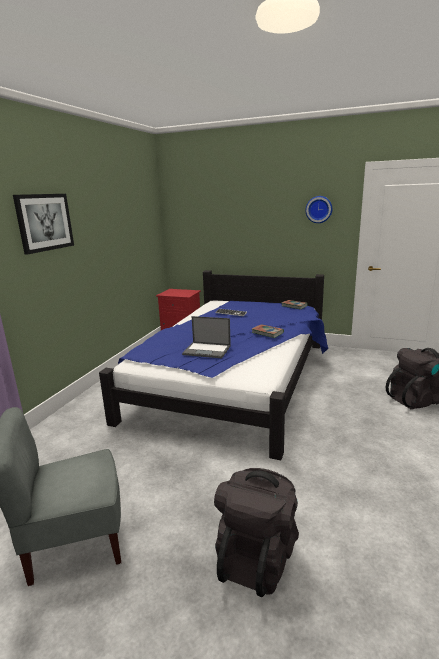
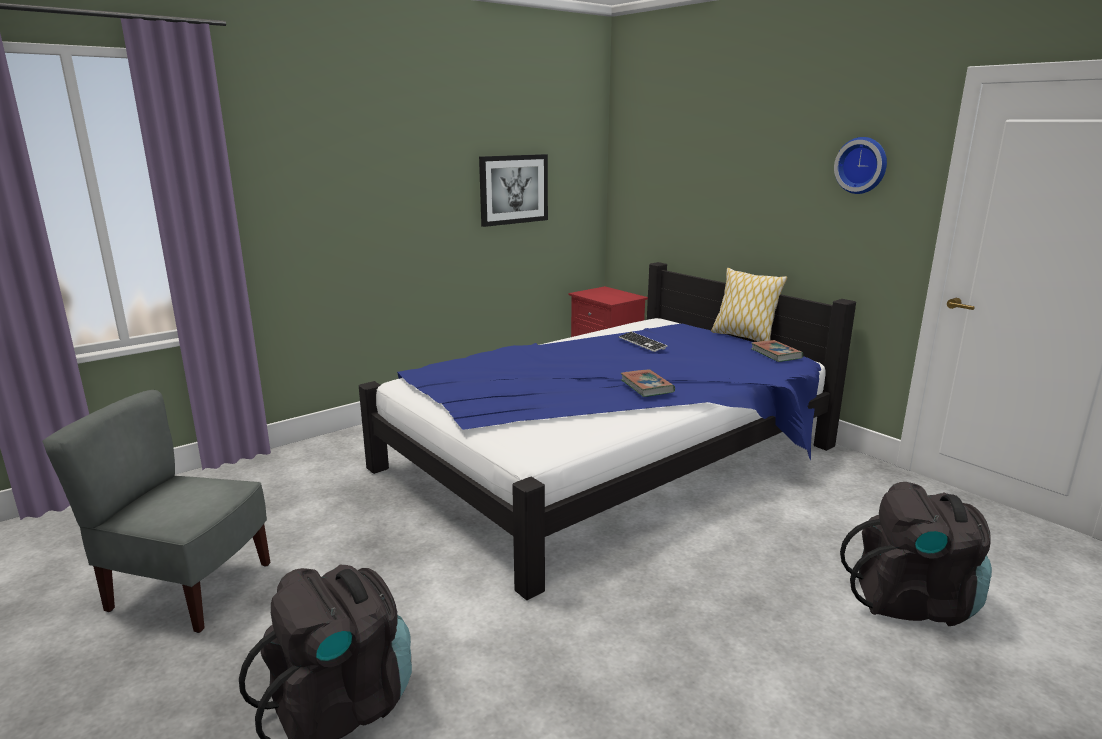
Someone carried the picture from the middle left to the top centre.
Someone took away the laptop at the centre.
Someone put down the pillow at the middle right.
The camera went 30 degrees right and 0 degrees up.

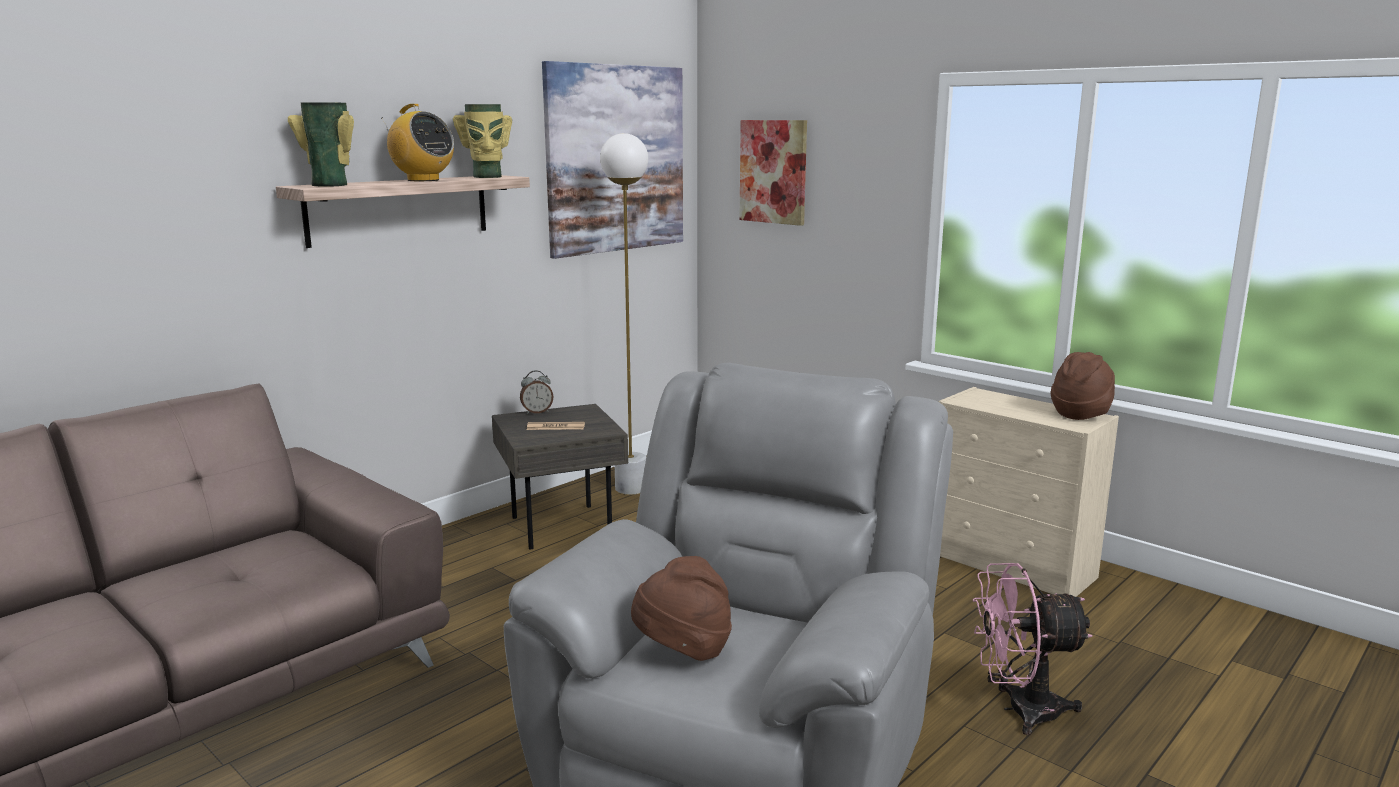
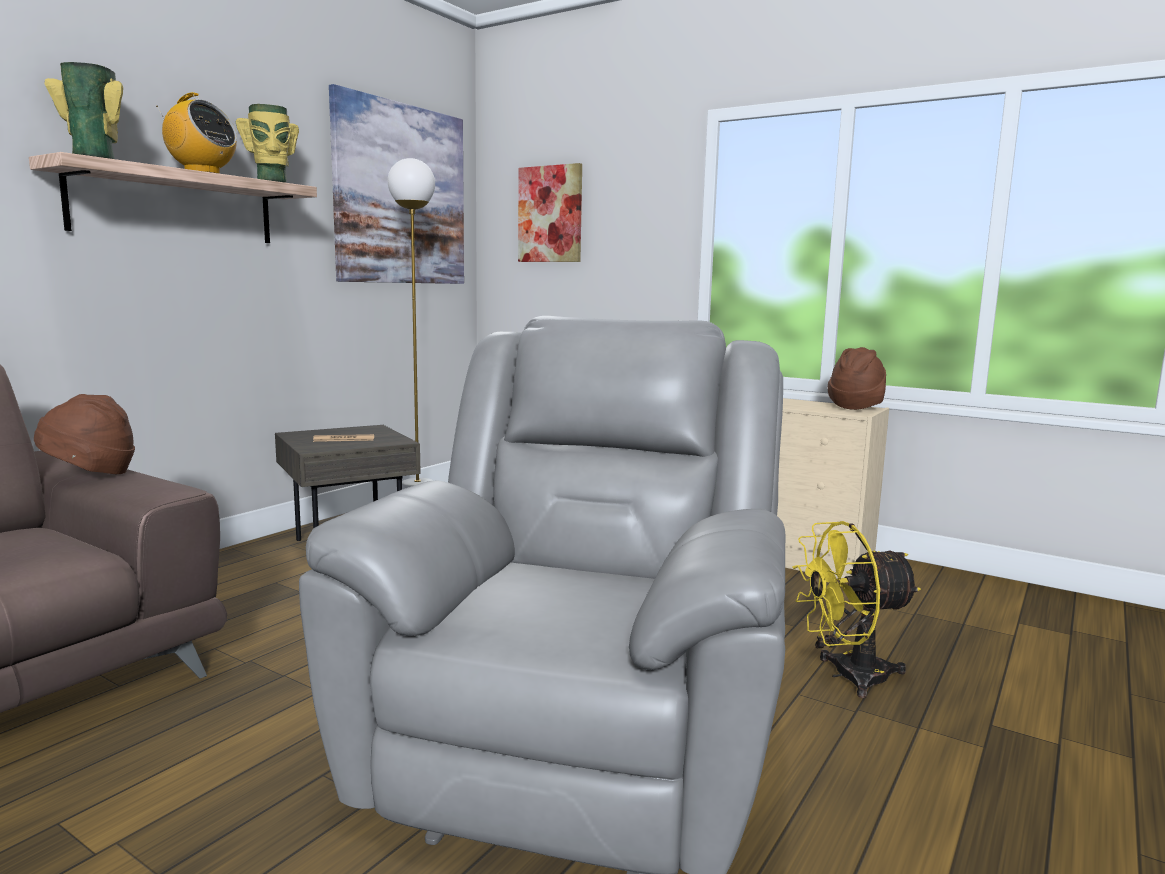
Someone took away the alarm clock at the centre.
Someone carried the hat/brown (no. 1 from left) from the bottom centre to the middle left.
Someone repainted the fan/pink at the bottom right, which became the fan/yellow at the bottom right.
The camera went 10 degrees left and 5 degrees down.

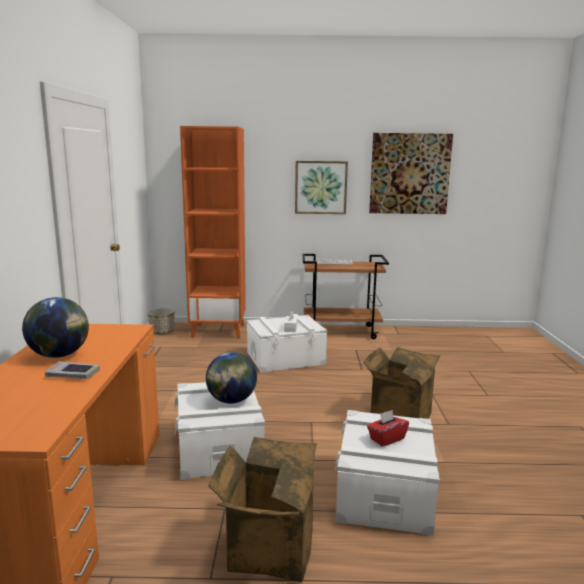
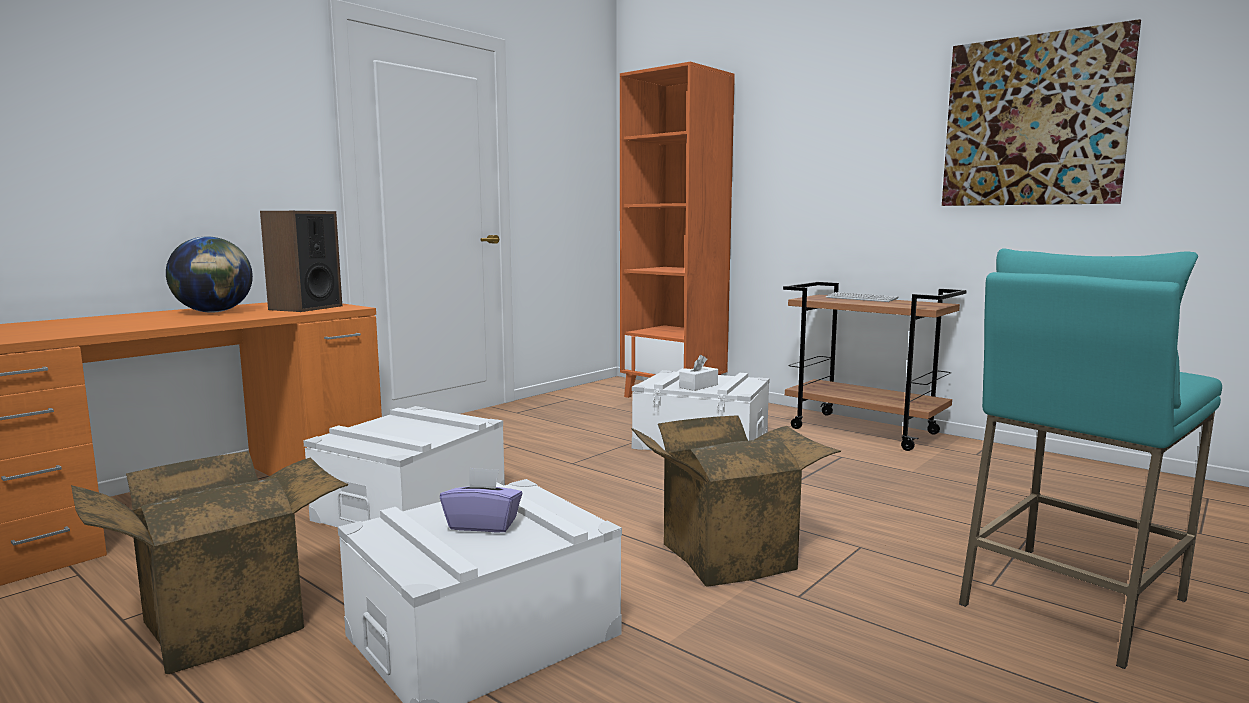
Someone took away the book at the middle left.
Someone took away the planter at the middle left.
Someone took away the globe (no. 2 from left) at the centre.
Someone took away the picture (no. 1 from left) at the top centre.
Someone repainted the tissue box/red at the bottom centre, which became the tissue box/purple at the bottom centre.
Someone put down the speaker at the middle left.
Someone put down the stool/turquoise at the middle right.
The camera went 40 degrees right and 5 degrees down.

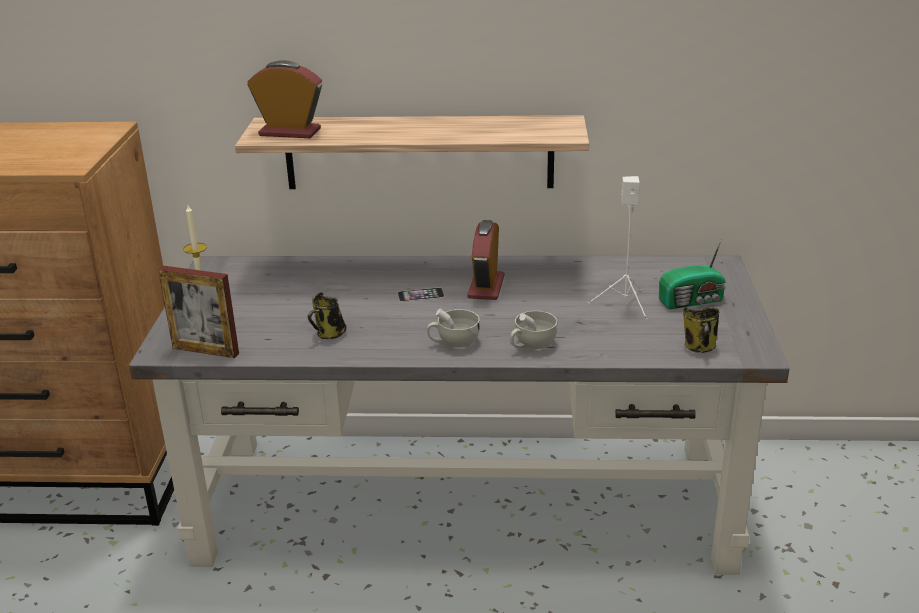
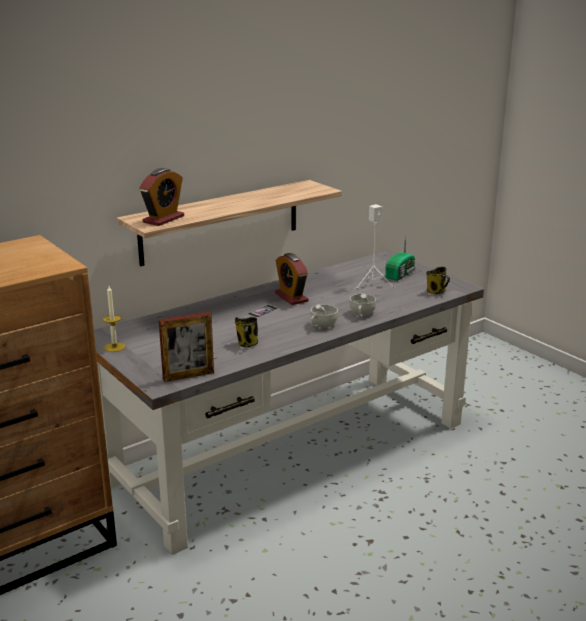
Someone rotated the alarm clock (no. 1 from left) at the top left by 150 degrees clockwise.
The camera went 40 degrees left and 5 degrees down.

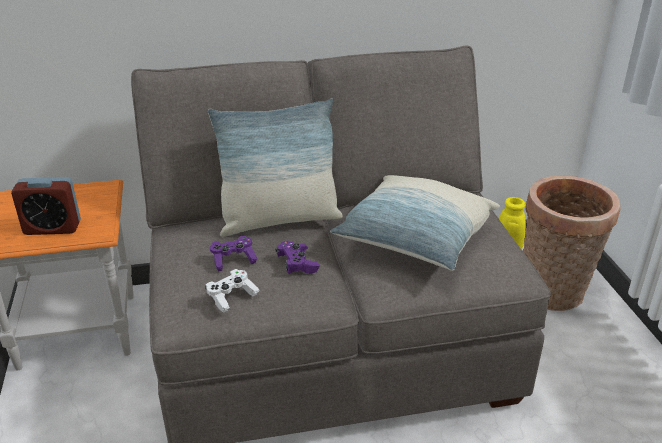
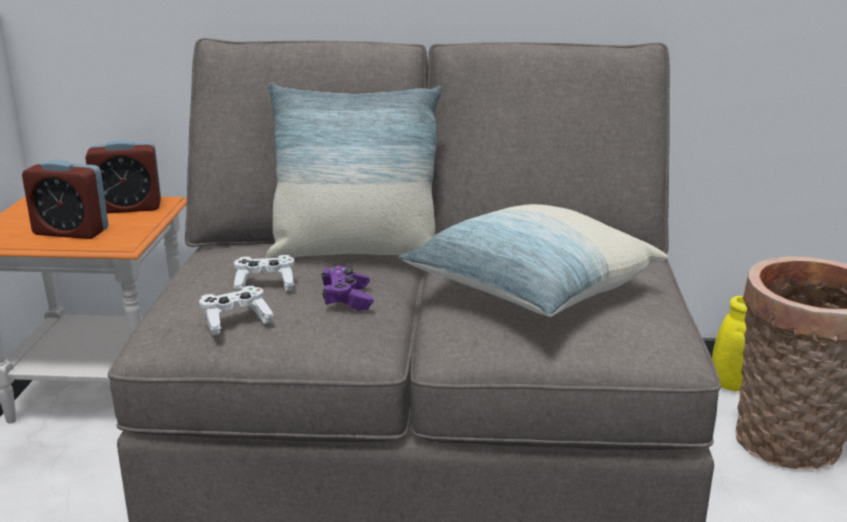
Someone repainted the game controller/purple (no. 1 from left) at the centre, which became the game controller/white (no. 2 from left) at the middle left.
Someone put down the alarm clock (no. 2 from left) at the middle left.
The camera went 15 degrees right and 10 degrees down.

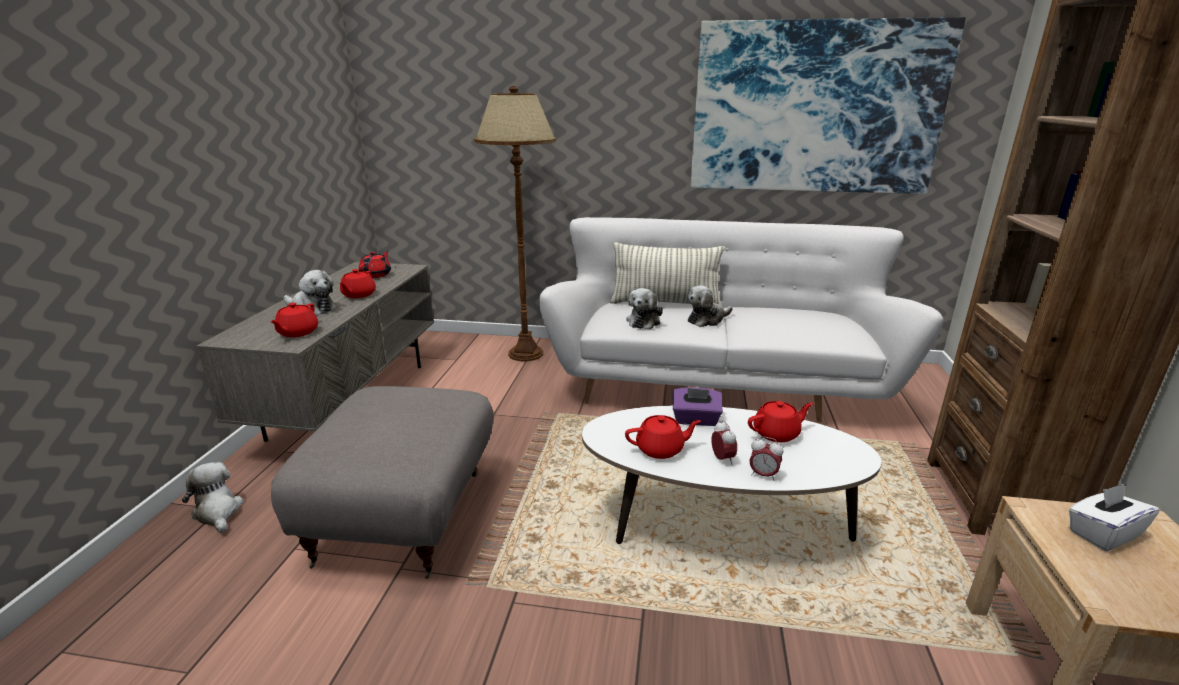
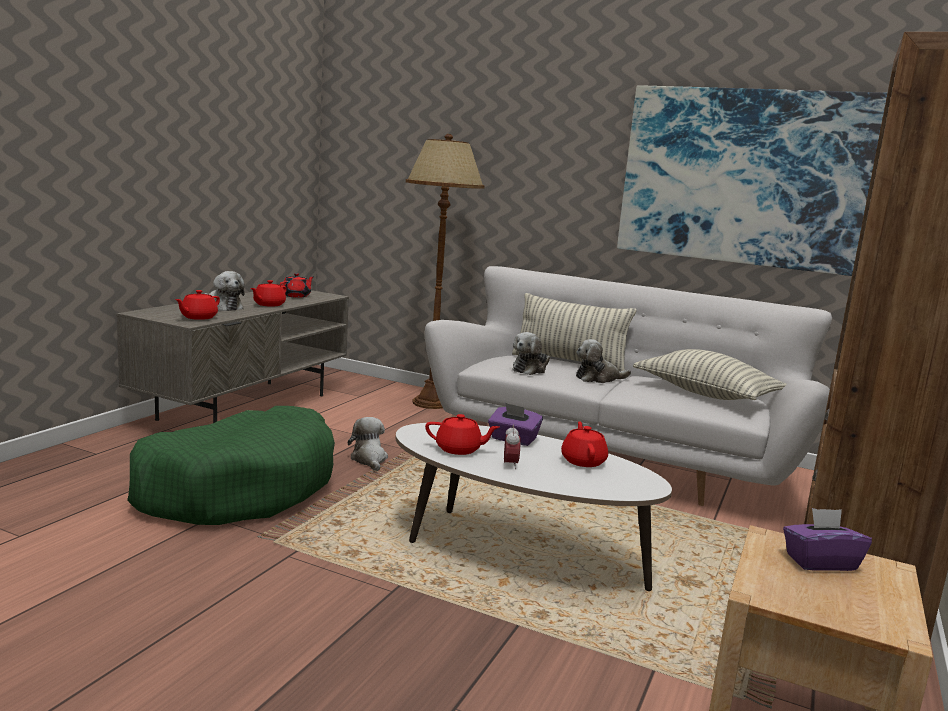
Someone carried the plush toy (no. 1 from left in the first image) from the bottom left to the centre.
Someone swapped the ottoman/grey at the bottom left for the dog bed/green at the middle left.
Someone rotated the teapot/red (no. 5 from left) at the centre by 90 degrees counterclockwise.
Someone took away the alarm clock (no. 2 from left) at the bottom centre.
Someone repainted the tissue box/white at the bottom right, which became the tissue box/purple (no. 2 from left) at the bottom right.
Someone put down the pillow (no. 2 from left) at the middle right.
The camera went 15 degrees right and 10 degrees down.

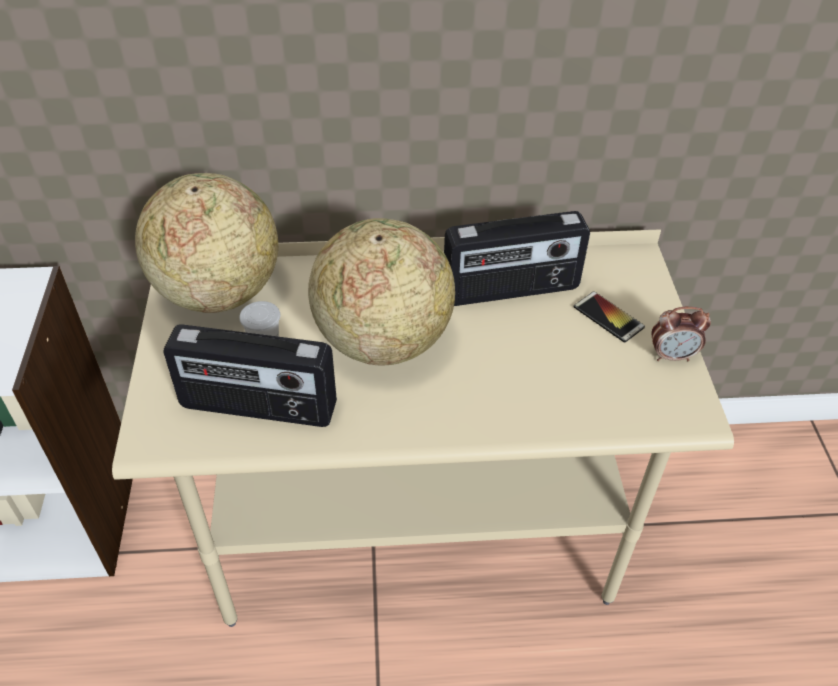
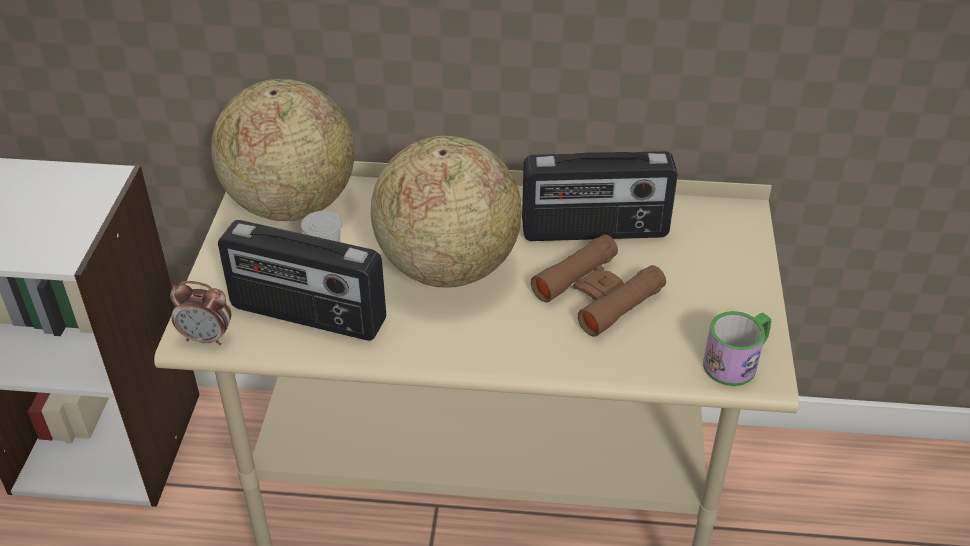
Someone took away the phone at the middle right.
Someone carried the alarm clock from the middle right to the middle left.
Someone put down the binoculars/brown at the centre.
Someone put down the mug at the middle right.
The camera went 10 degrees right and 5 degrees down.

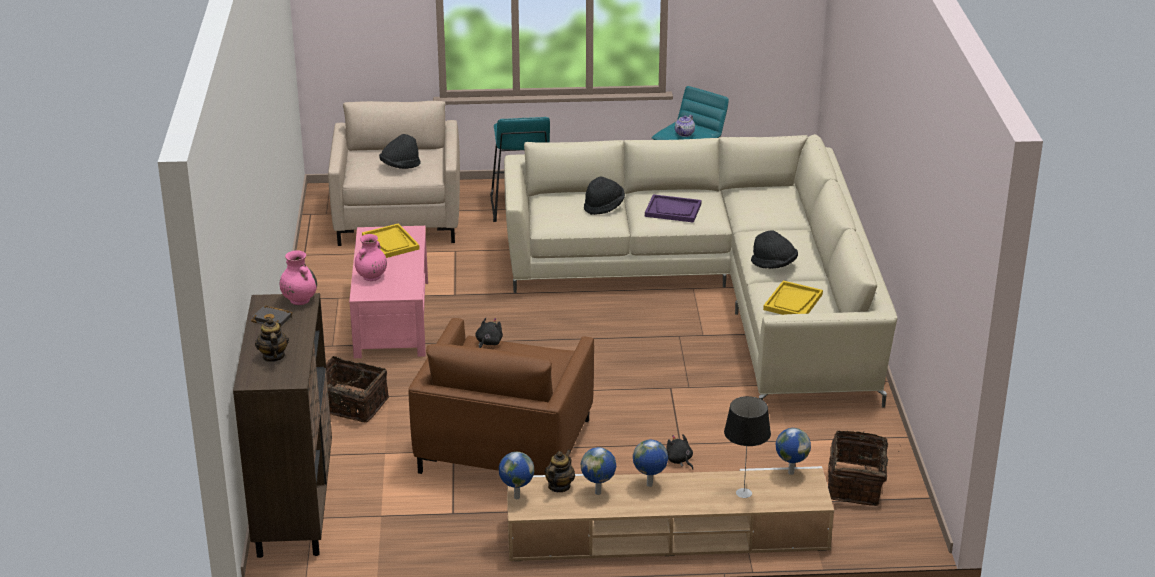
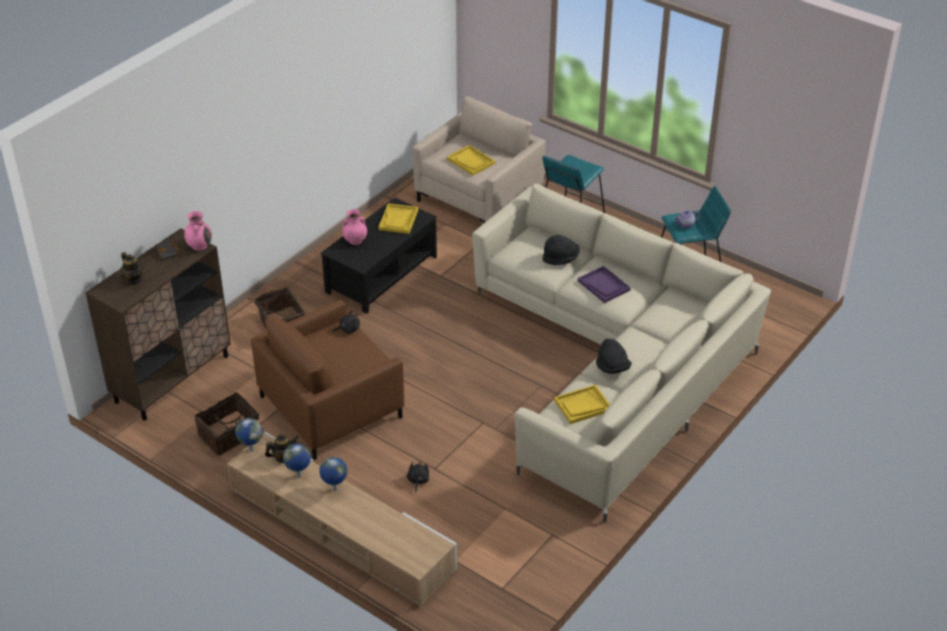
Someone rotated the teapot (no. 1 from left) at the middle left by 120 degrees clockwise.
Someone repainted the coffee table/pink at the centre, which became the coffee table/black at the centre.
Someone swapped the hat/black (no. 1 from left) at the top centre for the tray/yellow (no. 2 from left) at the top centre.
Someone took away the table lamp at the bottom centre.
Someone took away the globe (no. 4 from left) at the bottom right.
Someone carried the basket (no. 2 from left in the first image) from the bottom right to the bottom left.
The camera went 40 degrees right and 10 degrees up.

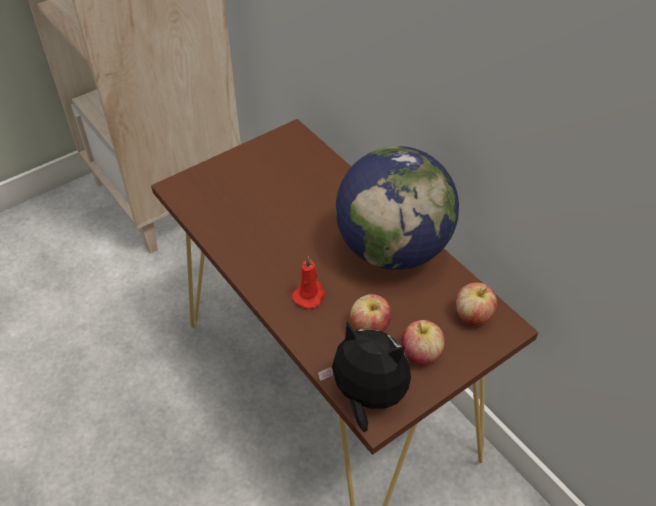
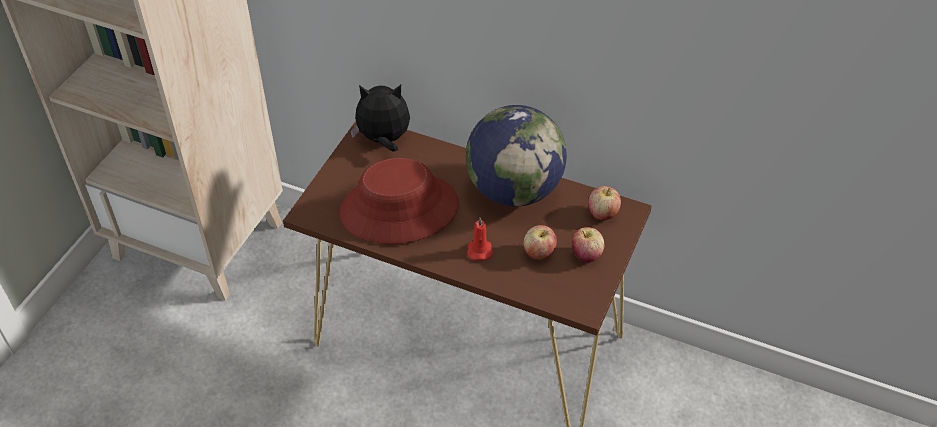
Someone carried the plush toy from the bottom centre to the top centre.
Someone put down the hat/red at the centre.
The camera went 30 degrees left and 0 degrees up.

